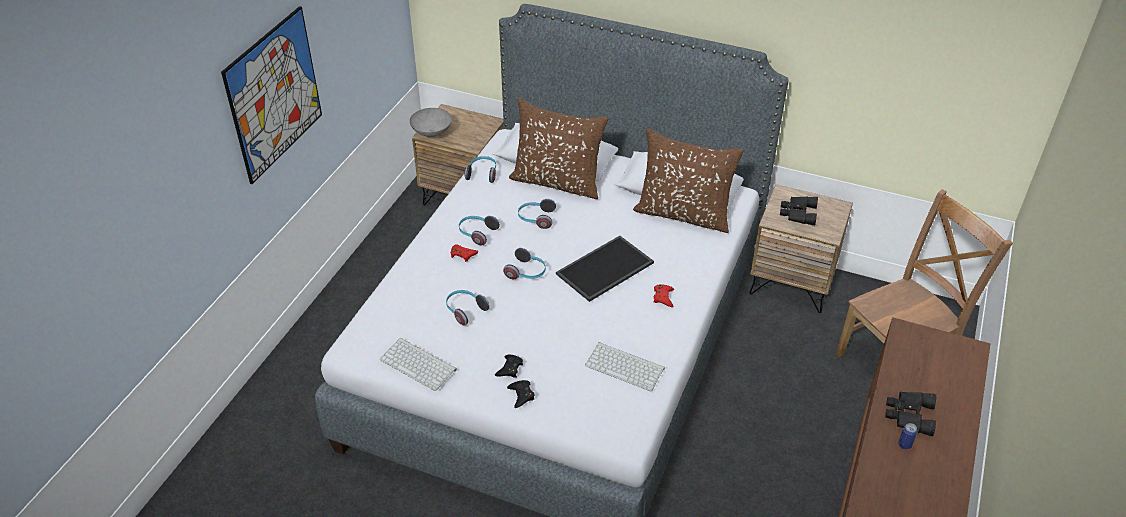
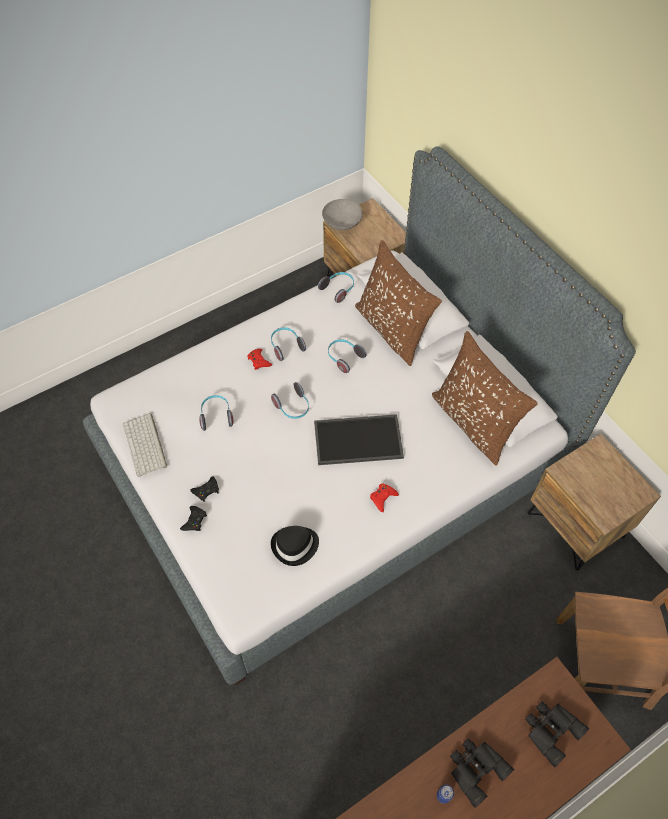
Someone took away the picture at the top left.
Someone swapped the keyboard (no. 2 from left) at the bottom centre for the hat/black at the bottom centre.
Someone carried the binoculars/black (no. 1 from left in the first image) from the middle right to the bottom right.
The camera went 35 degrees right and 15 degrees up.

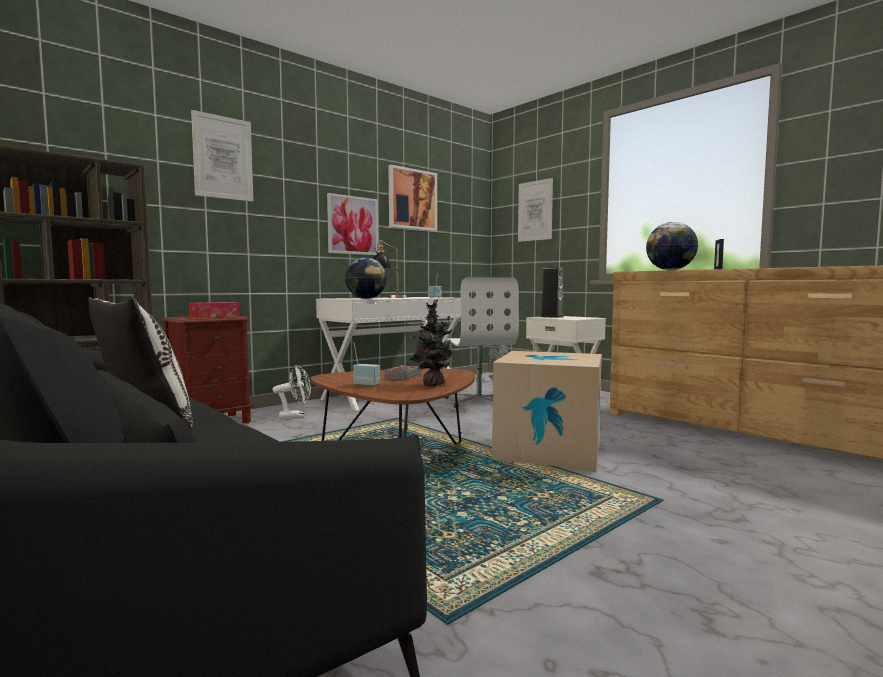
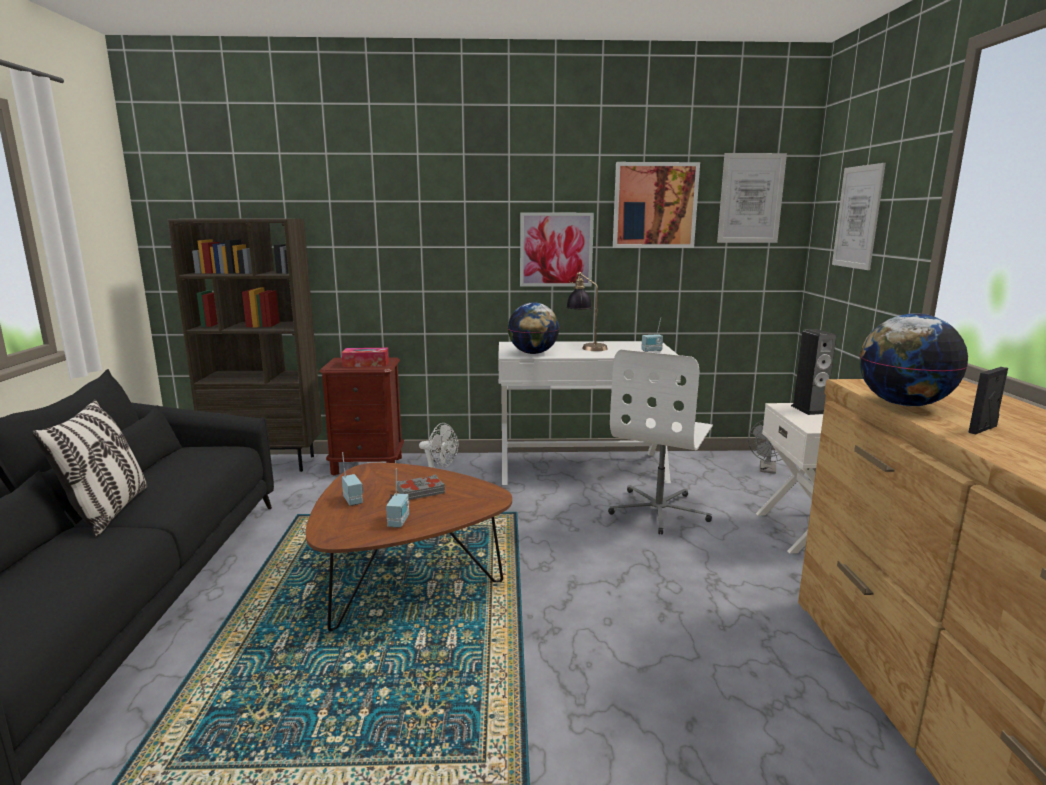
Someone carried the picture (no. 1 from left in the first image) from the top left to the top right.
Someone swapped the potted plant at the centre for the radio (no. 2 from left) at the centre.
Someone took away the cardboard box at the centre.
The camera went 40 degrees right and 10 degrees up.

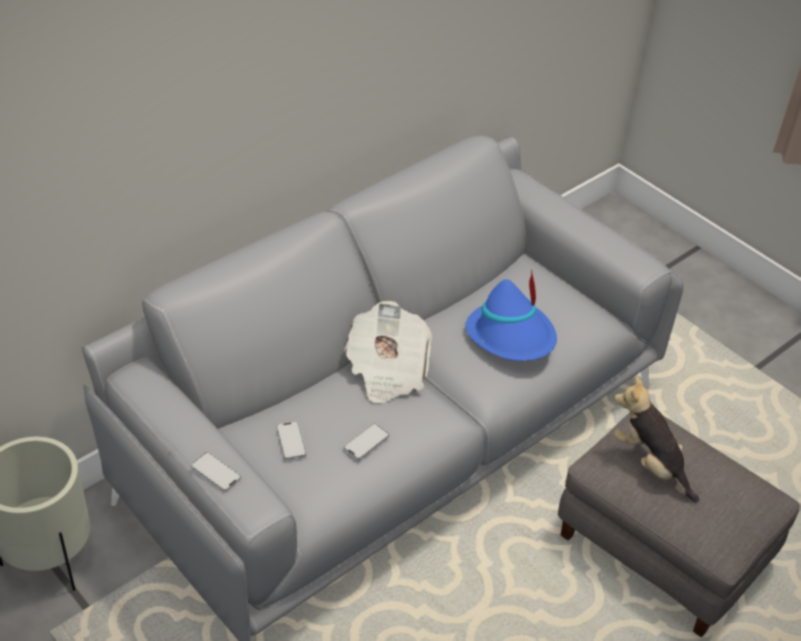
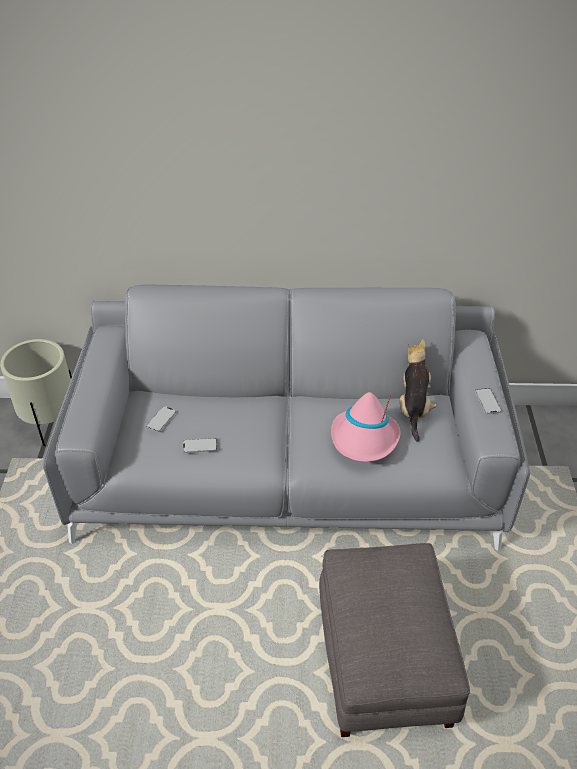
Someone carried the phone (no. 1 from left in the first image) from the bottom left to the middle right.
Someone took away the newspaper at the centre.
Someone repainted the hat/blue at the centre, which became the hat/pink at the centre.
Someone carried the plush toy from the bottom right to the middle right.
The camera went 45 degrees right and 0 degrees up.

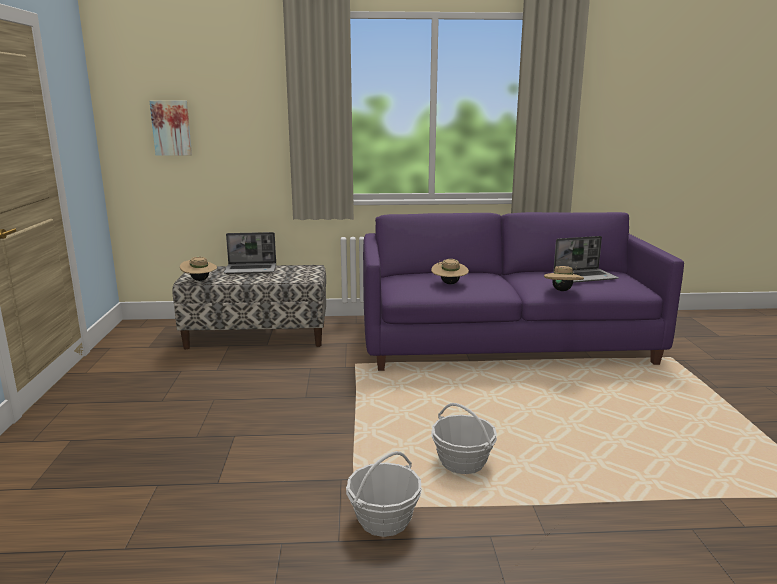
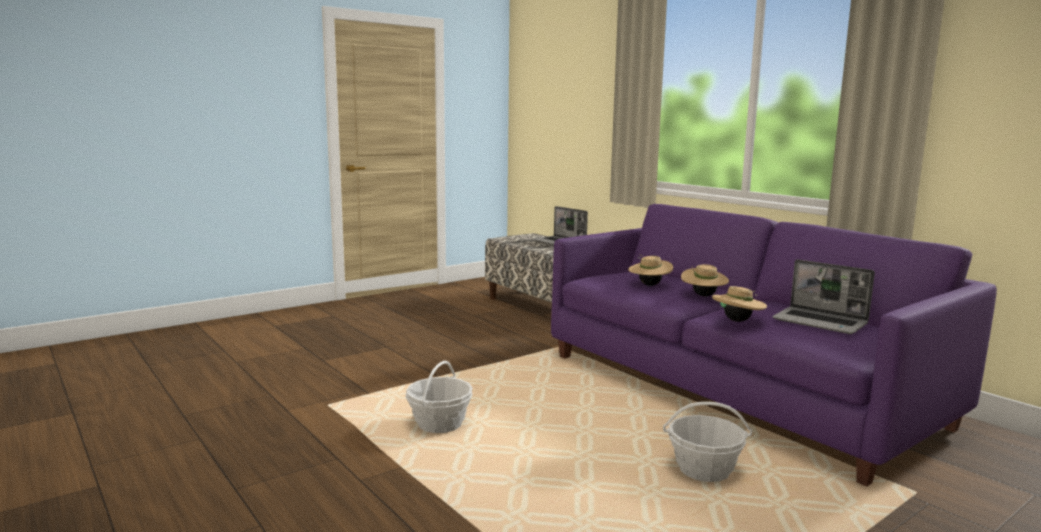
Someone took away the picture at the top left.
Someone carried the hat/beige (no. 1 from left in the first image) from the middle left to the middle right.
Someone carried the basket (no. 1 from left in the first image) from the bottom centre to the bottom right.
The camera went 55 degrees right and 5 degrees down.

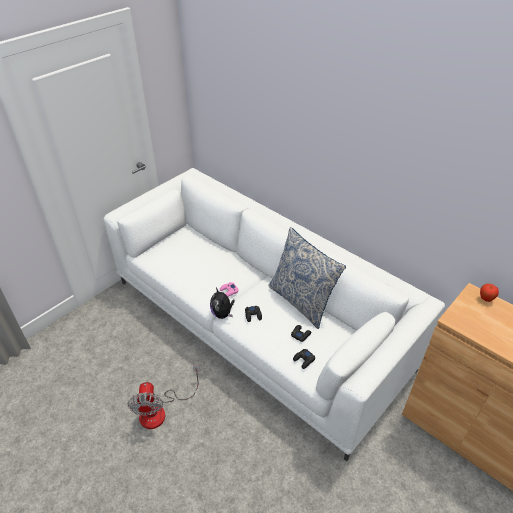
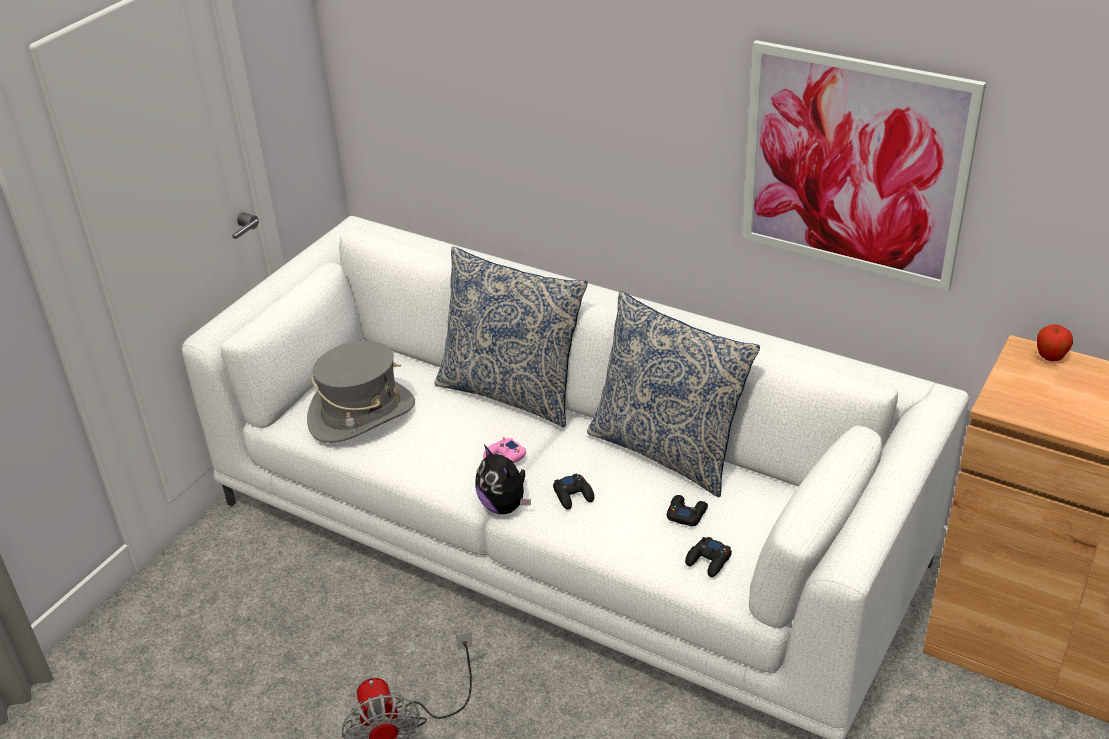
Someone put down the hat/grey at the middle left.
Someone put down the pillow (no. 1 from left) at the centre.
Someone put up the picture at the top right.
The camera went 10 degrees left and 5 degrees down.

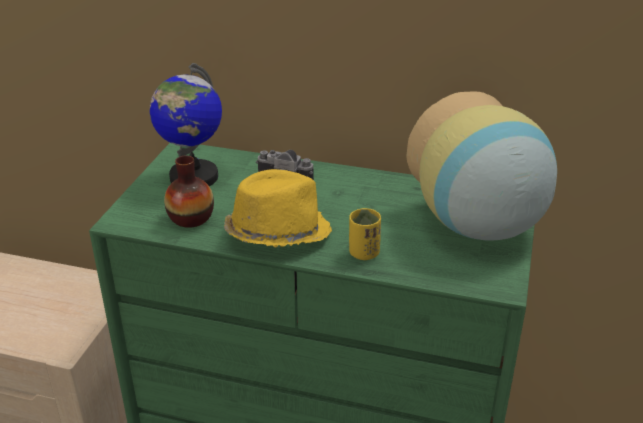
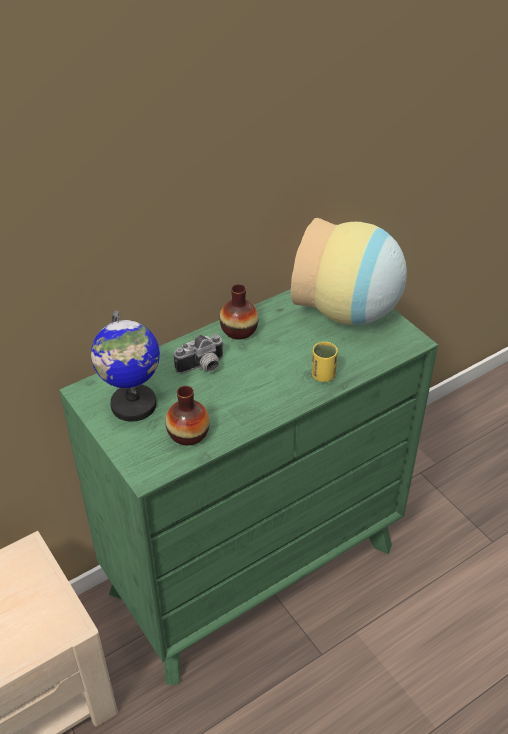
Someone took away the hat/yellow at the centre.
Someone put down the vase (no. 2 from left) at the centre.
The camera went 50 degrees left and 10 degrees up.

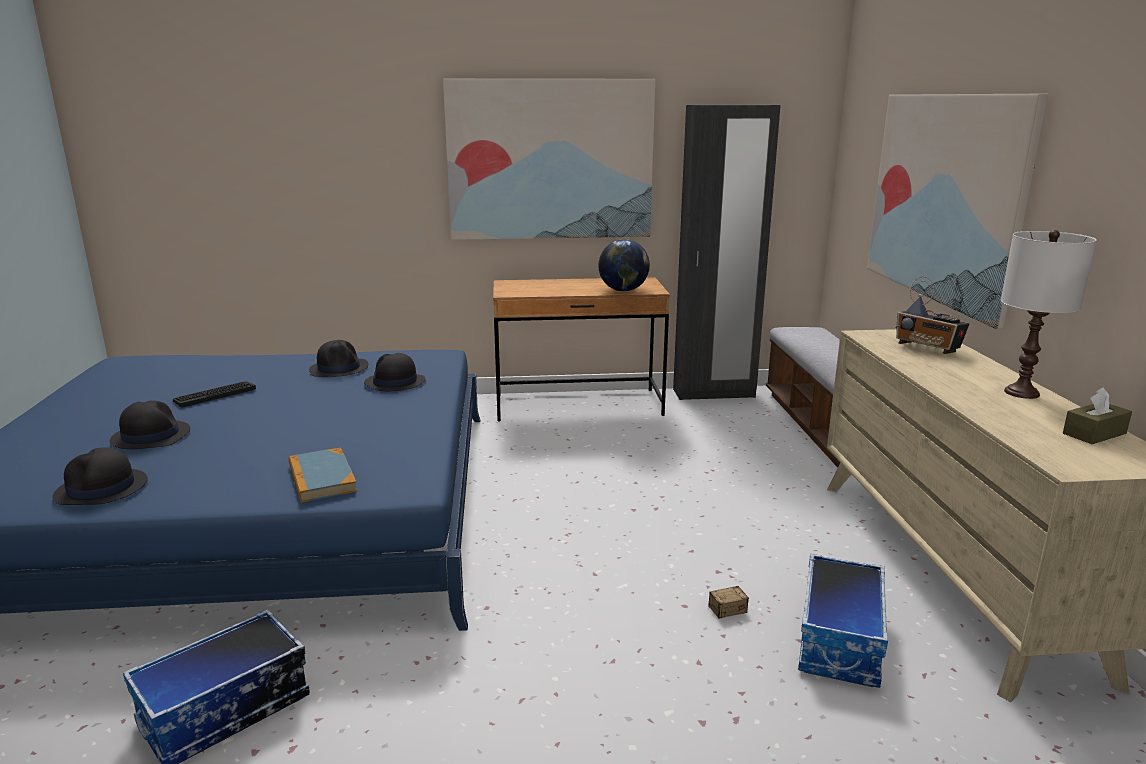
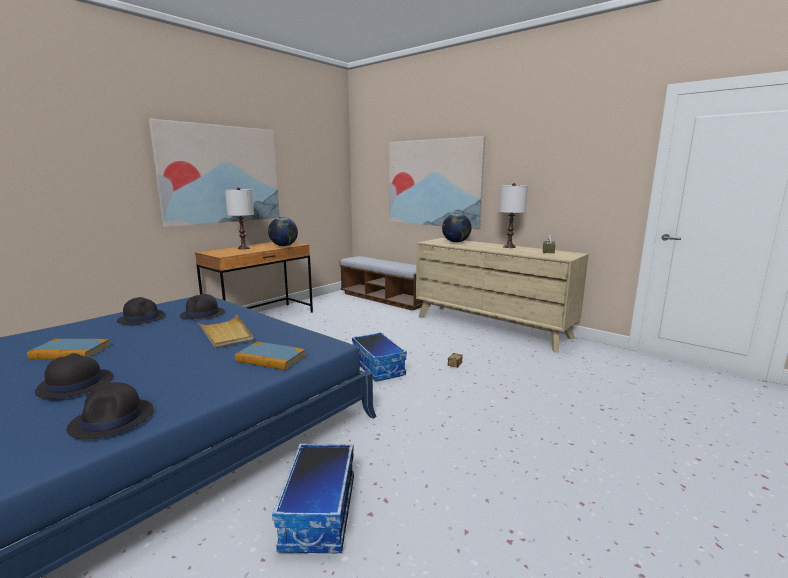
Someone swapped the keyboard at the middle left for the book (no. 1 from left) at the middle left.
Someone took away the wardrobe/black at the top centre.
Someone carried the storage box (no. 3 from left in the first image) from the bottom right to the centre.
Someone swapped the radio at the middle right for the globe (no. 2 from left) at the centre.
Someone put down the tray/beige at the middle left.
Someone put down the table lamp/white (no. 1 from left) at the middle left.
The camera went 45 degrees left and 5 degrees down.

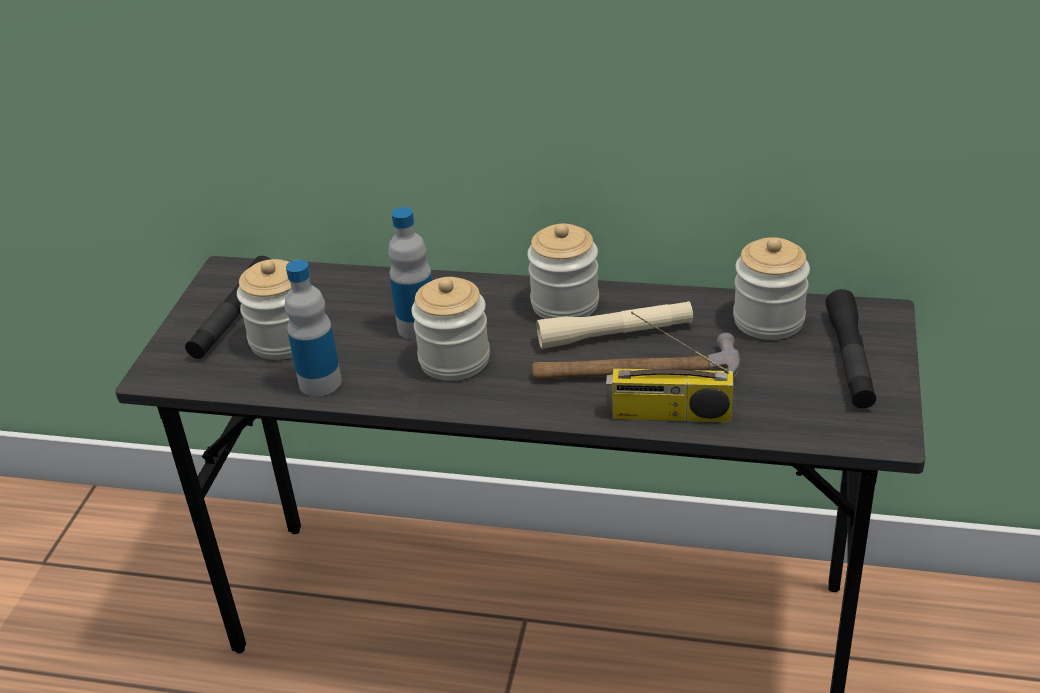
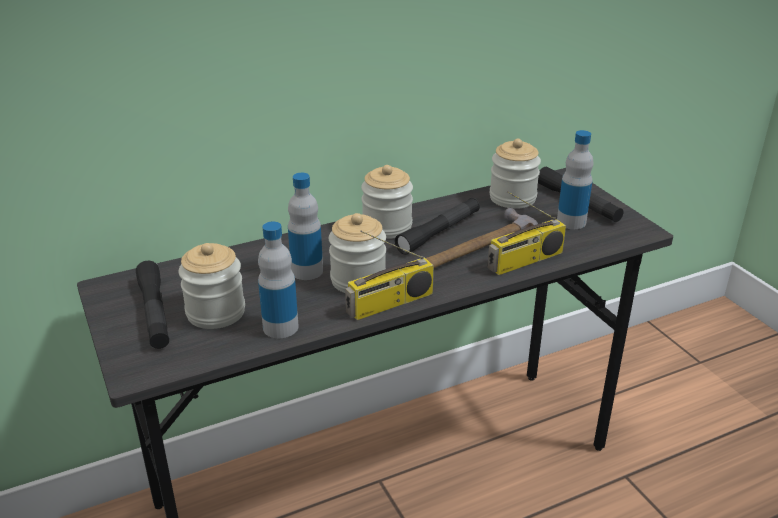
Someone repainted the flashlight/beige at the centre, which became the flashlight/black (no. 2 from left) at the centre.
Someone put down the radio (no. 1 from left) at the centre.
Someone put down the bottle (no. 3 from left) at the middle right.
The camera went 40 degrees left and 5 degrees down.

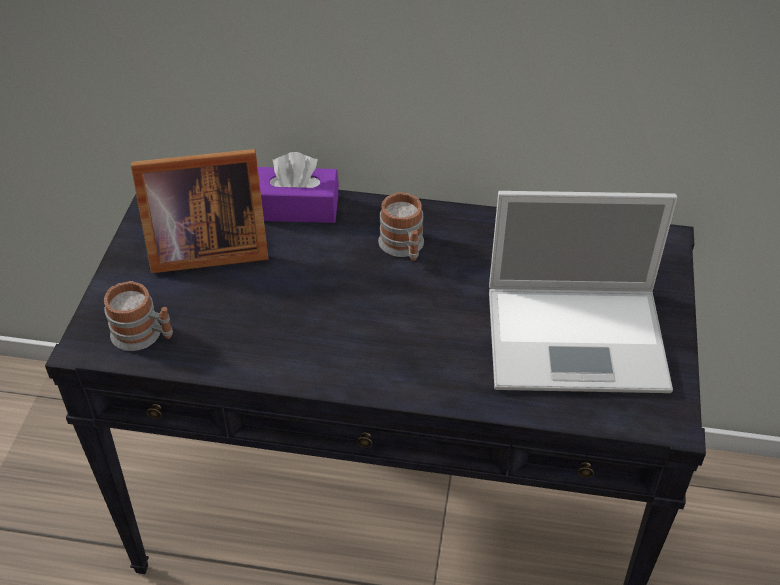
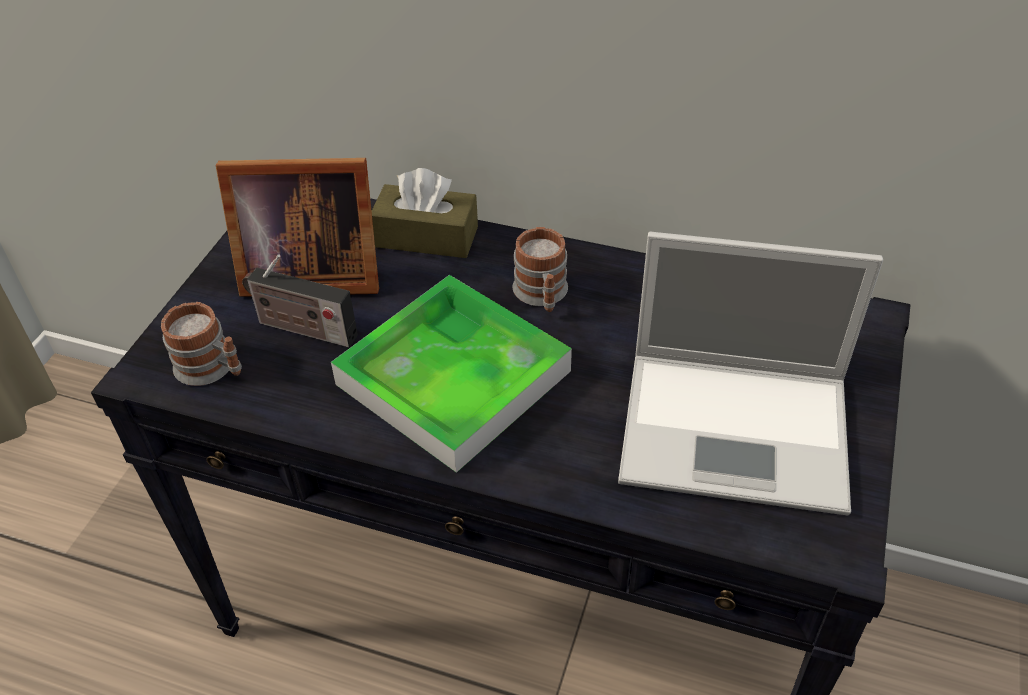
Someone repainted the tissue box/purple at the top centre, which became the tissue box/brown at the top centre.
Someone put down the radio at the middle left.
Someone put down the tray at the centre.
The camera went 10 degrees right and 0 degrees up.

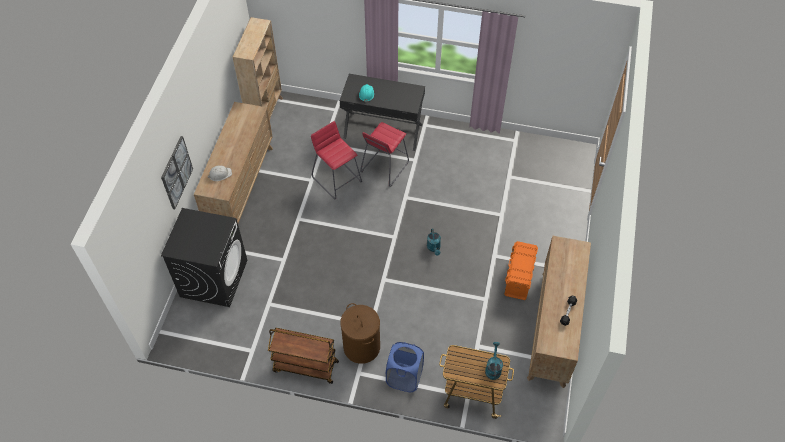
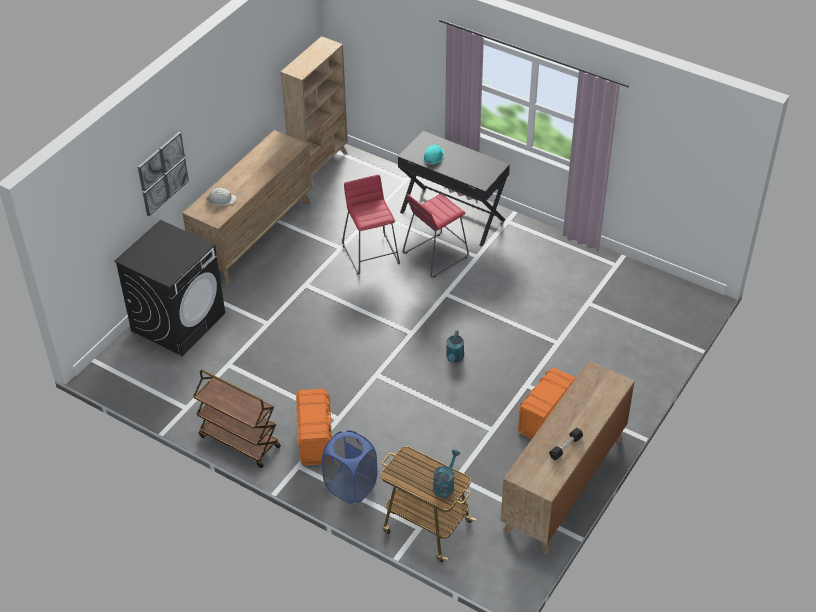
Someone swapped the laundry basket/brown at the bottom centre for the storage box/orange (no. 1 from left) at the bottom centre.
The camera went 20 degrees right and 10 degrees down.

